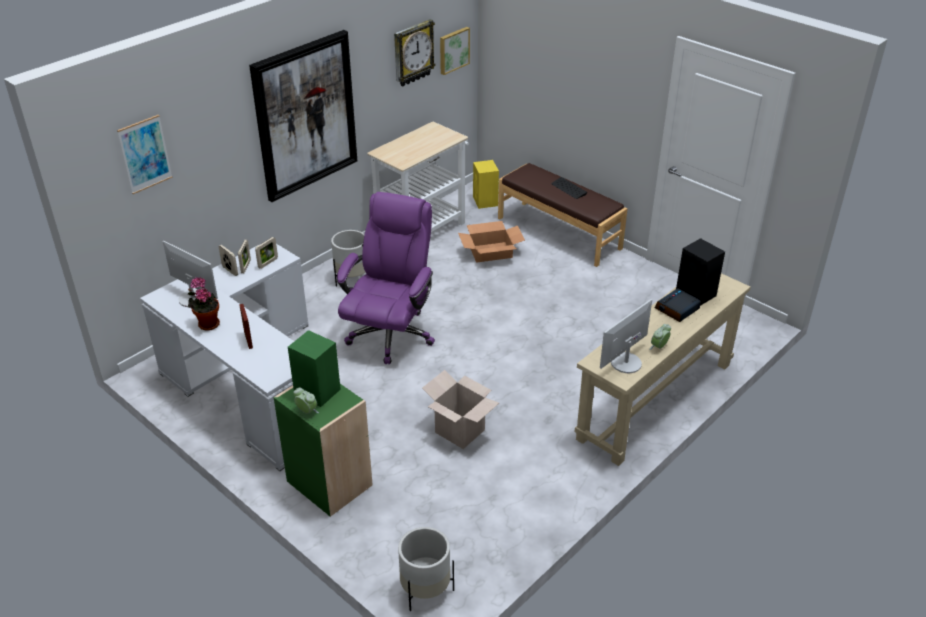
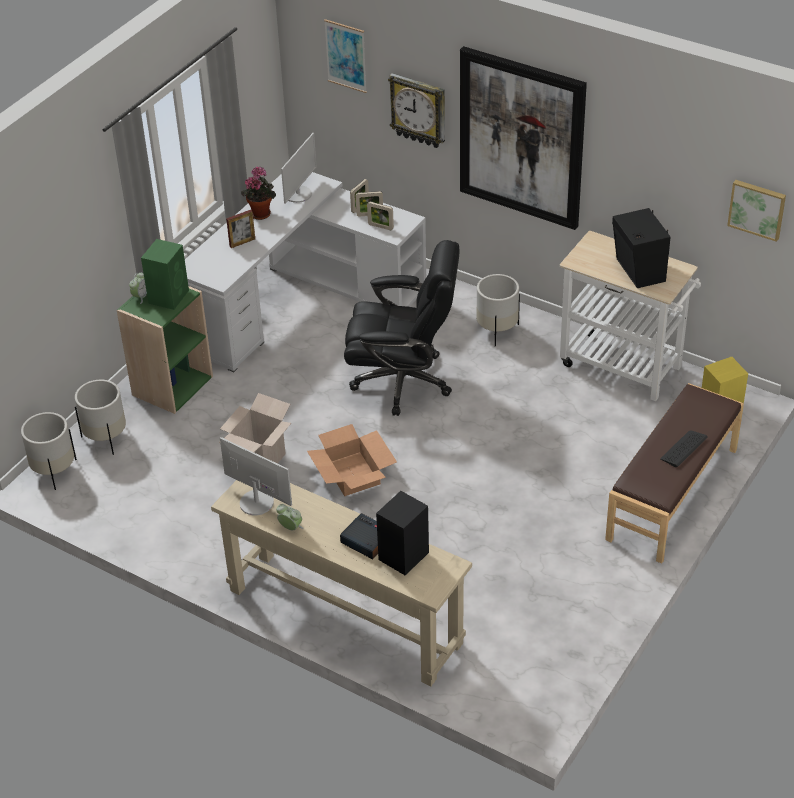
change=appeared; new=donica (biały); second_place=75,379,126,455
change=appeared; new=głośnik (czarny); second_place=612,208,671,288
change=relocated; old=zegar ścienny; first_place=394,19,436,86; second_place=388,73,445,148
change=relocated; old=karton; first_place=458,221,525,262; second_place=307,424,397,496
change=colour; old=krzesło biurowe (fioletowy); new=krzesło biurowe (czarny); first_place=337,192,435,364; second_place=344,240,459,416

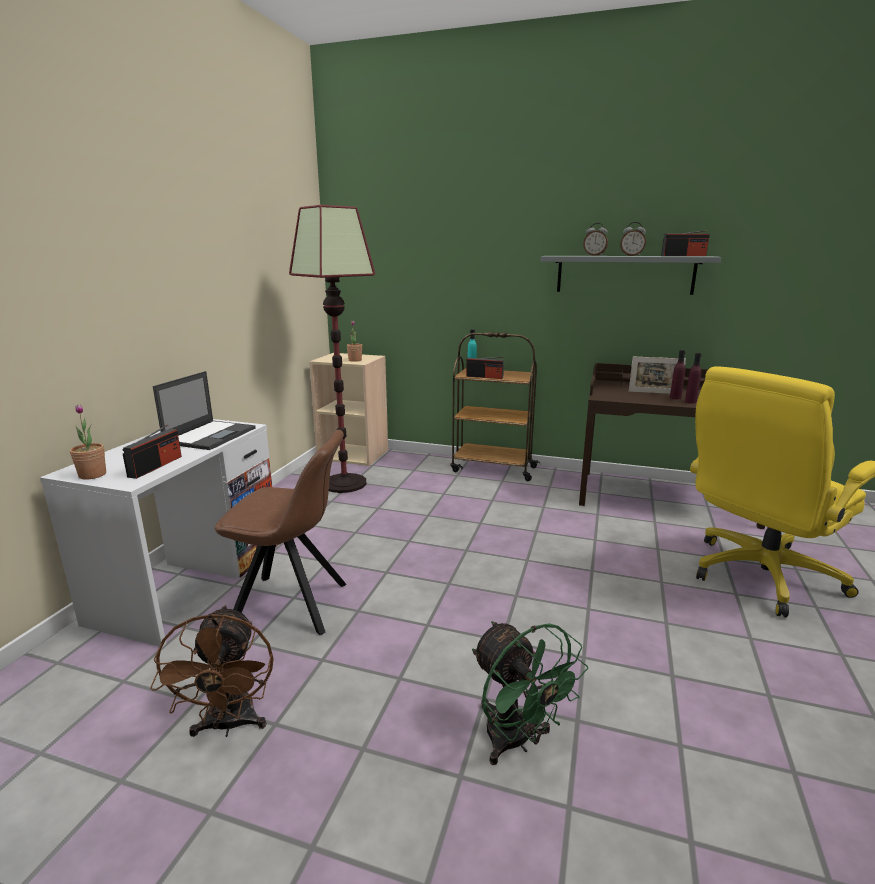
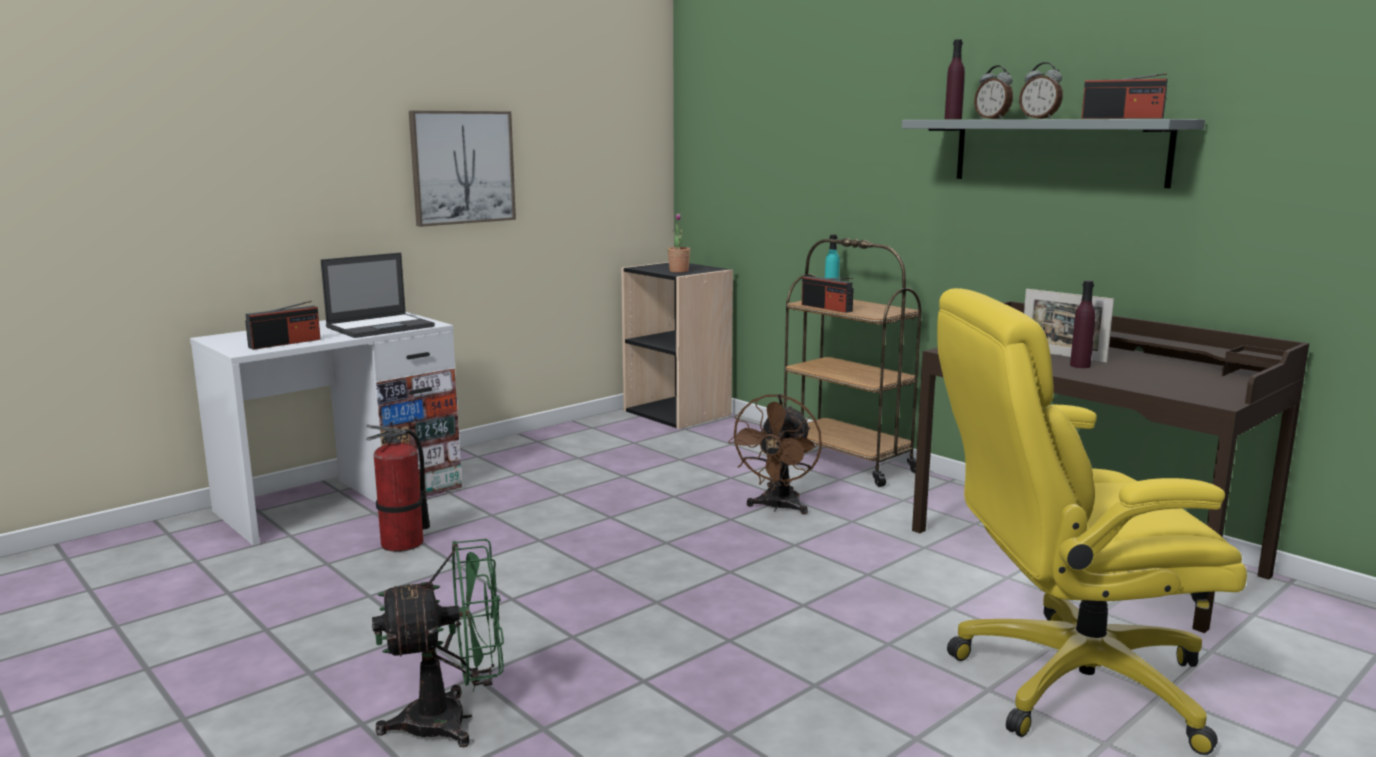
change=missing; old=roślina doniczkowa; first_place=70,404,106,480
change=missing; old=lampa stojąca; first_place=289,205,375,493
change=appeared; new=obraz; second_place=409,111,516,227
change=relocated; old=wentylator (brązowy); first_place=150,605,273,737; second_place=728,394,822,515
change=relocated; old=butelka (fioletowy); first_place=685,353,701,404; second_place=945,39,965,119
change=exchanged; old=krzesło (brązowy); new=gaśnica; first_place=214,430,346,635; second_place=366,425,430,552
change=colour; old=regał (beżowy); new=regał (czarny); first_place=309,353,388,466; second_place=621,262,733,429
change=spun; old=wentylator (zielony); first_place=472,621,588,765; second_place=372,539,504,747; degrees=-105

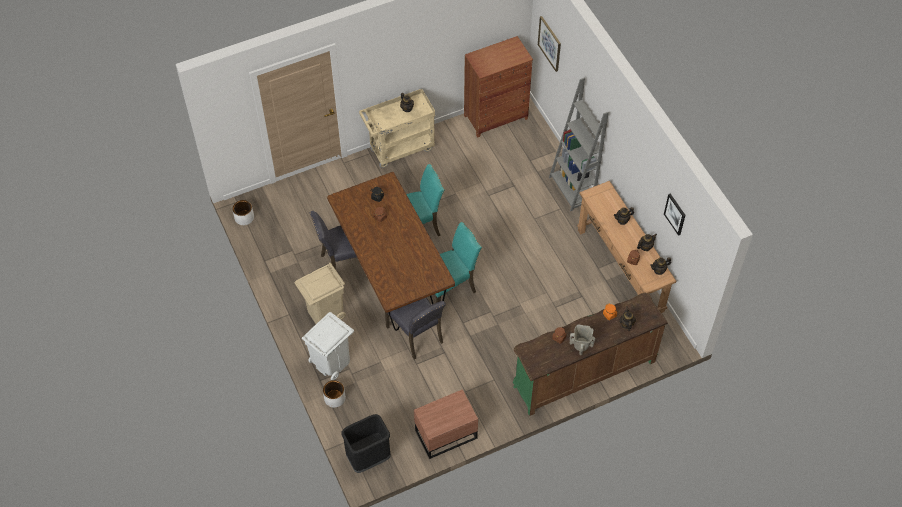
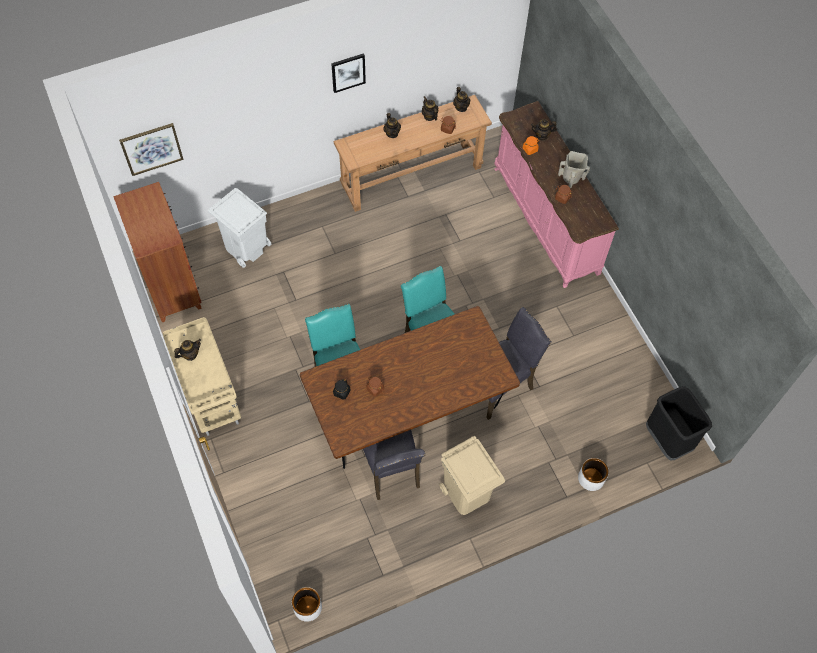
change=missing; old=szafka nocna (brązowy); first_place=414,389,478,459
change=missing; old=regał (szary); first_place=549,78,609,211
change=relocated; old=kosz na śmieci (biały); first_place=302,312,354,380; second_place=208,188,271,268
change=relocated; old=obraz; first_place=664,193,685,236; second_place=331,53,366,93
change=colour; old=szafka (zielony); new=szafka (różowy); first_place=513,293,668,416; second_place=494,101,619,288

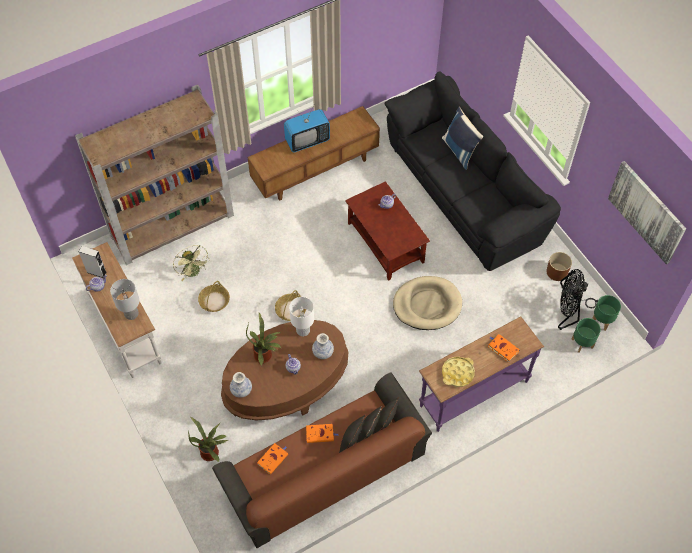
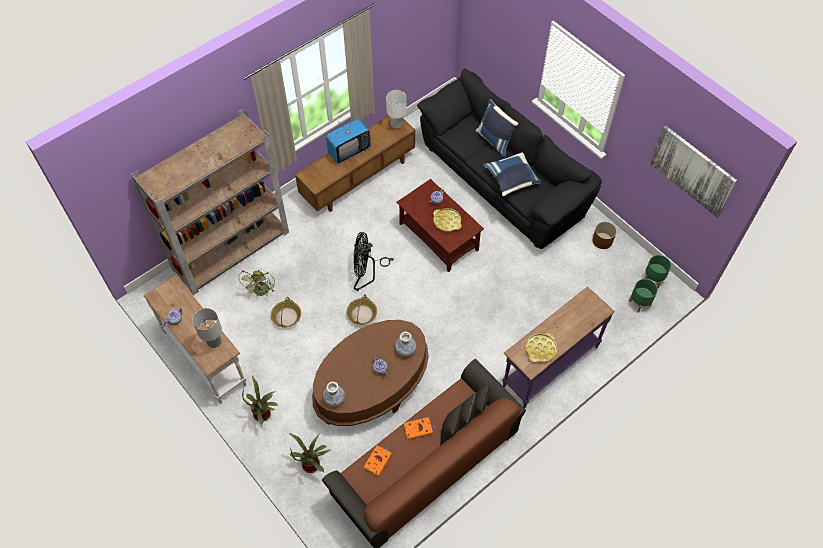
change=missing; old=głośnik (szary); first_place=79,246,107,278
change=missing; old=legowisko (beżowy); first_place=393,276,462,330
change=missing; old=książka (pomarańczowy); first_place=488,334,520,363
change=appeared; new=taca (żółty); second_place=433,208,462,232
change=appeared; new=poduszka (niebieski); second_place=484,153,542,196
change=relocated; old=roślina doniczkowa; first_place=246,313,281,366; second_place=242,376,278,426
change=relocated; old=lampa stołowa (biały); first_place=289,297,314,336; second_place=386,90,406,129
change=relocated; old=wentylator (czarny); first_place=558,269,598,330; second_place=354,232,393,291
change=spun; old=wentylator (zielony); first_place=173,245,210,281; second_place=238,268,275,297; degrees=45

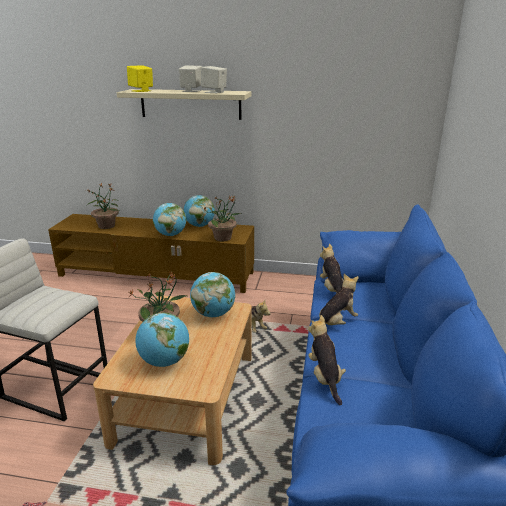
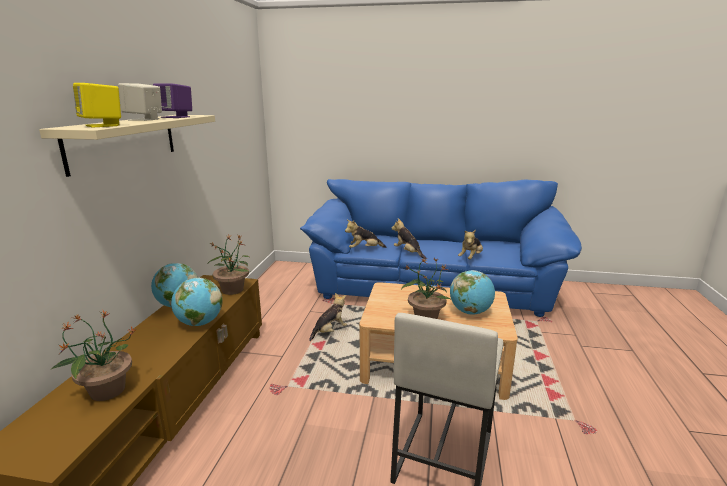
change=missing; old=globus; first_place=190,272,235,317
change=colour; old=głośnik (beżowy); new=głośnik (fioletowy); first_place=201,66,227,93; second_place=153,83,192,118
change=spun; old=pluszak; first_place=308,315,346,405; second_place=458,230,483,260; degrees=-45

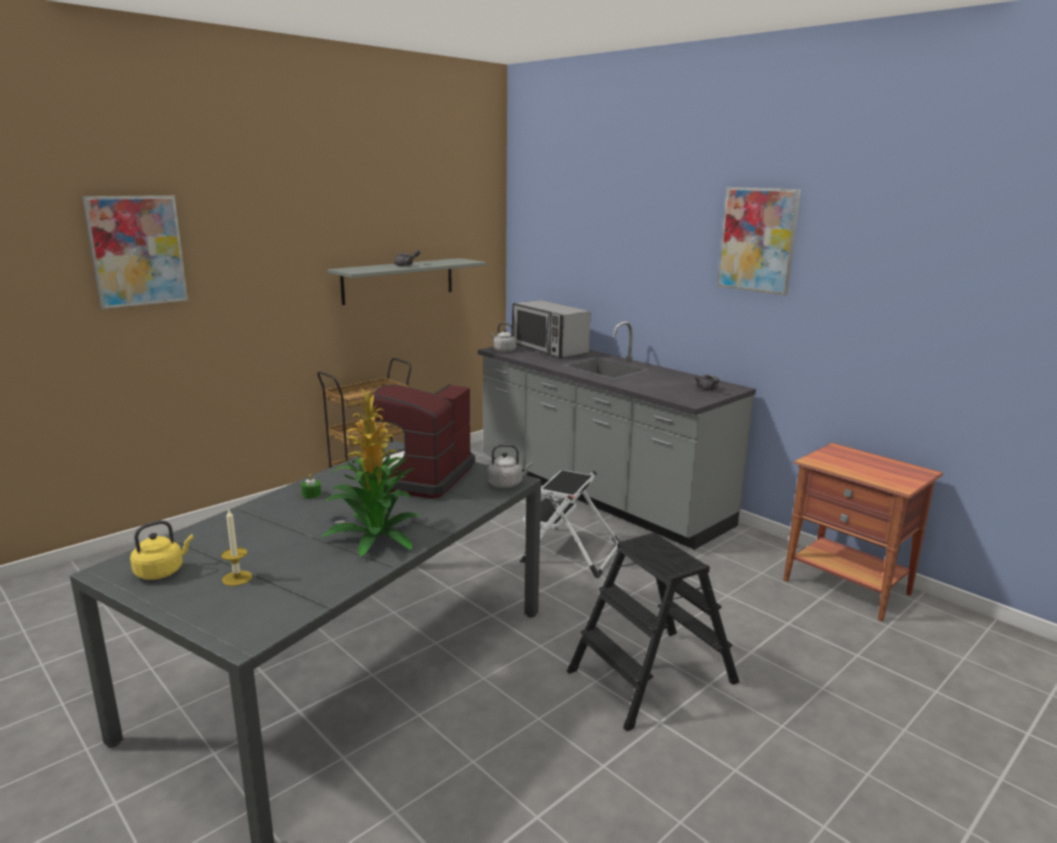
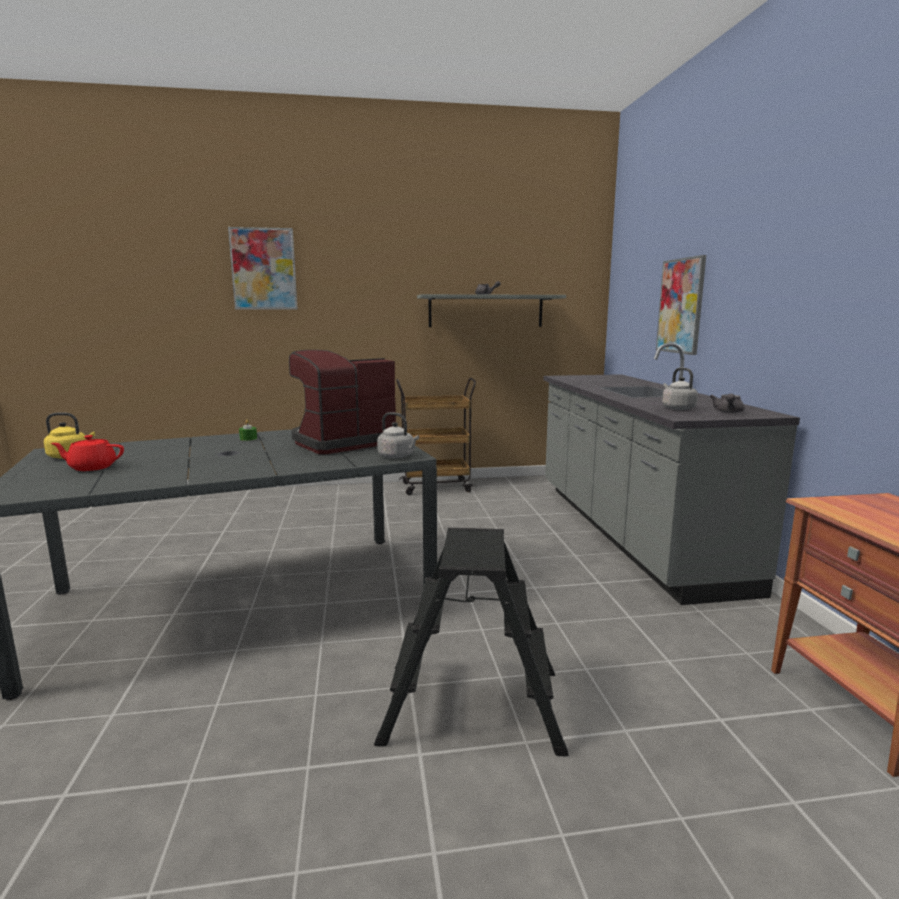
change=missing; old=roślina doniczkowa; first_place=321,387,421,557
change=missing; old=mikrofalówka; first_place=512,300,591,358
change=missing; old=drabinka; first_place=520,470,620,578
change=relocated; old=czajnik (szary); first_place=491,323,516,352; second_place=662,368,698,410
change=relocated; old=obraz; first_place=717,187,801,296; second_place=656,255,706,355
change=exchanged; old=świeca; new=imbryk (czerwony); first_place=221,510,253,586; second_place=51,435,124,471

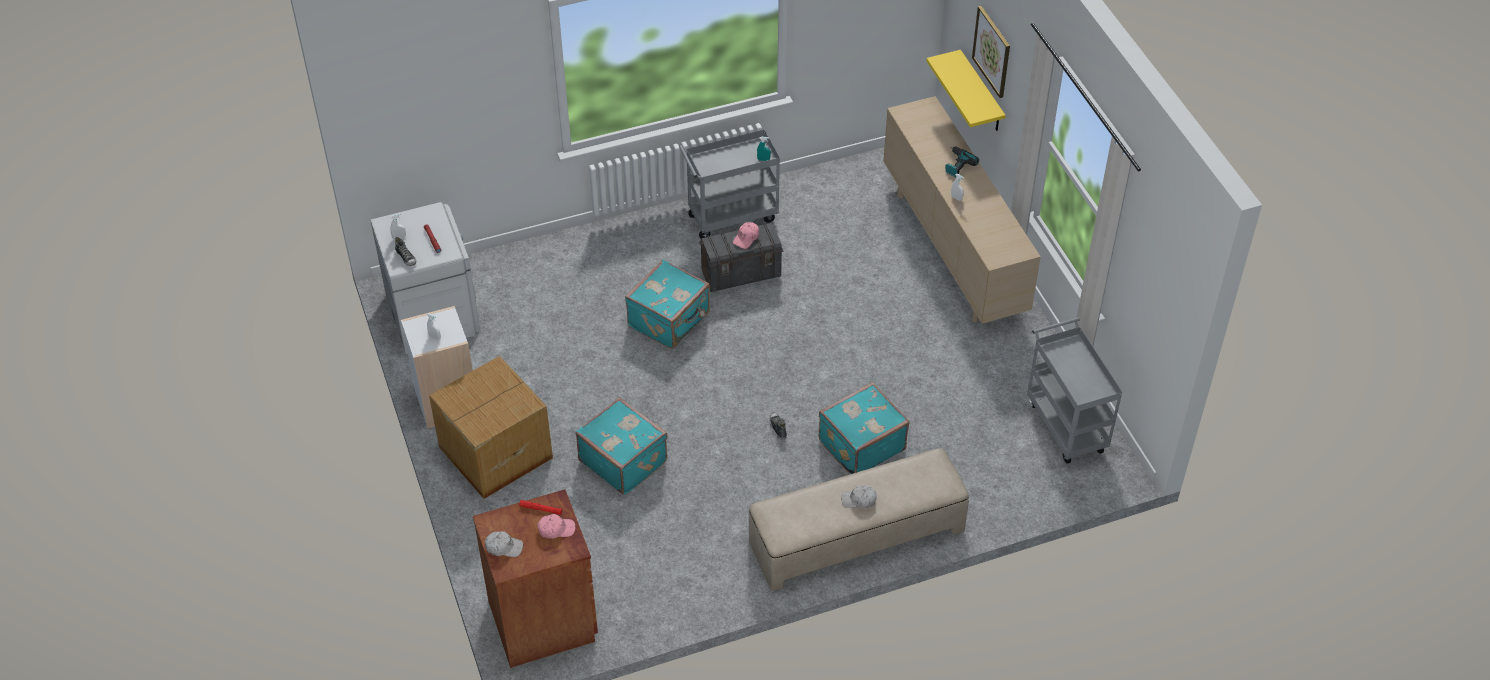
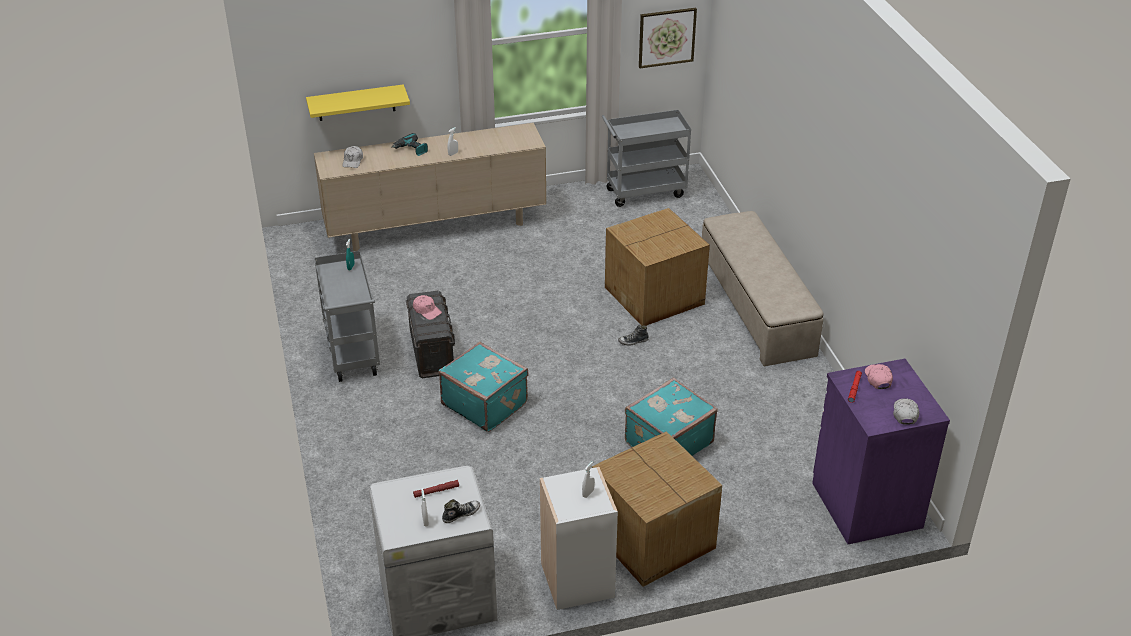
change=relocated; old=czapka z daszkiem (biały); first_place=841,485,877,508; second_place=342,146,363,168
change=relocated; old=obraz; first_place=972,6,1010,98; second_place=639,8,697,68
change=exchanged; old=walizka (turkusowy); new=karton; first_place=819,382,910,474; second_place=605,208,710,326
change=colour; old=komoda (brązowy); new=komoda (fioletowy); first_place=473,489,598,668; second_place=812,359,950,544

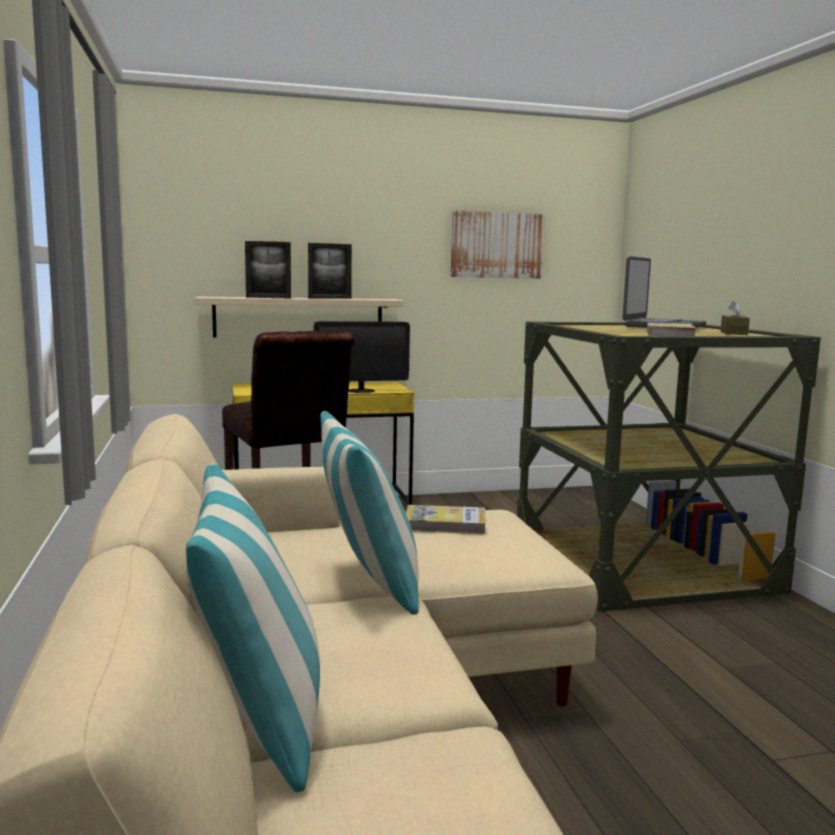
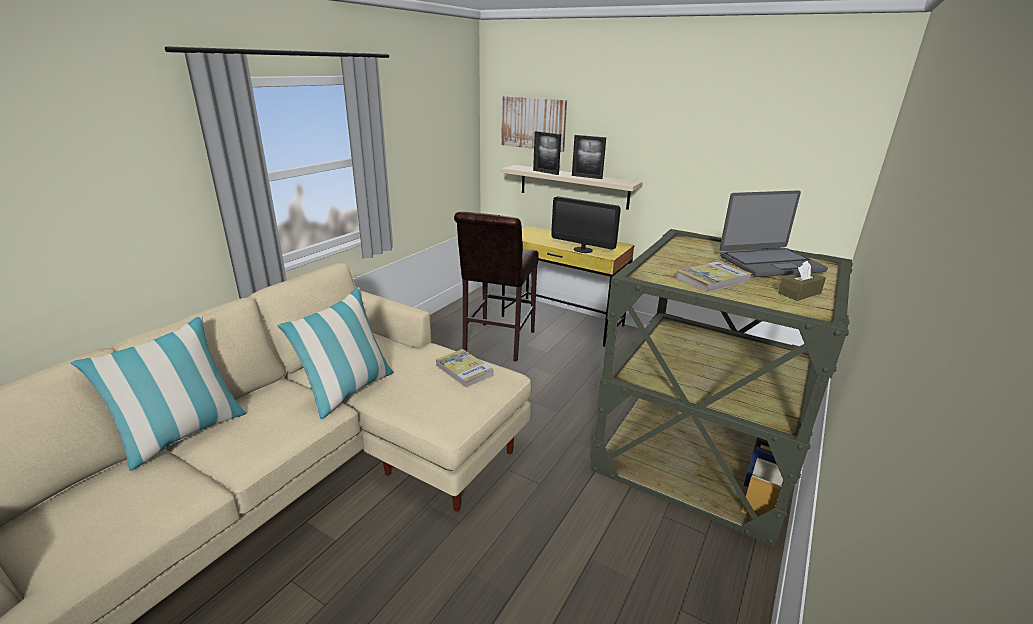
change=relocated; old=obraz; first_place=451,211,545,279; second_place=501,96,567,152

